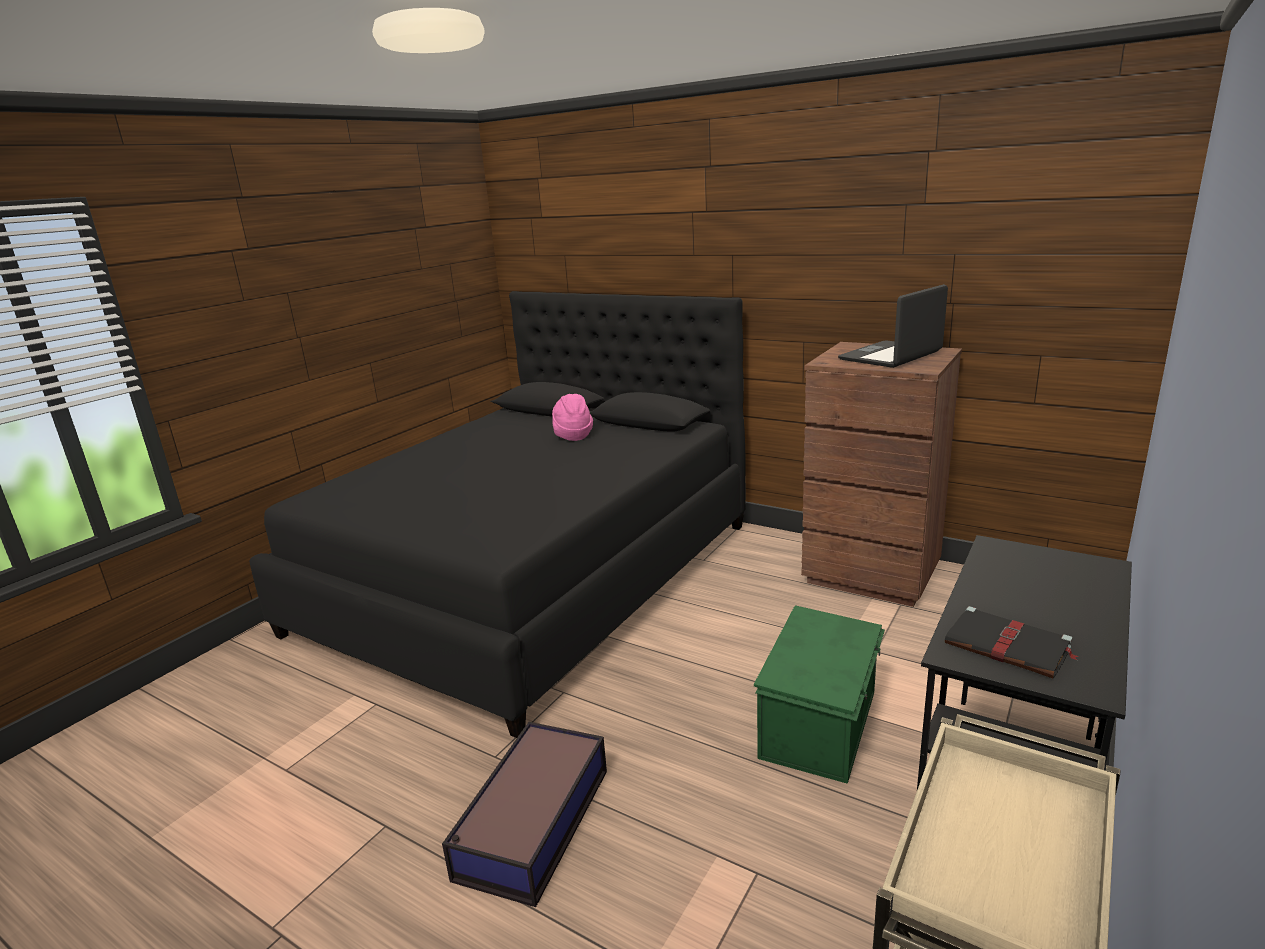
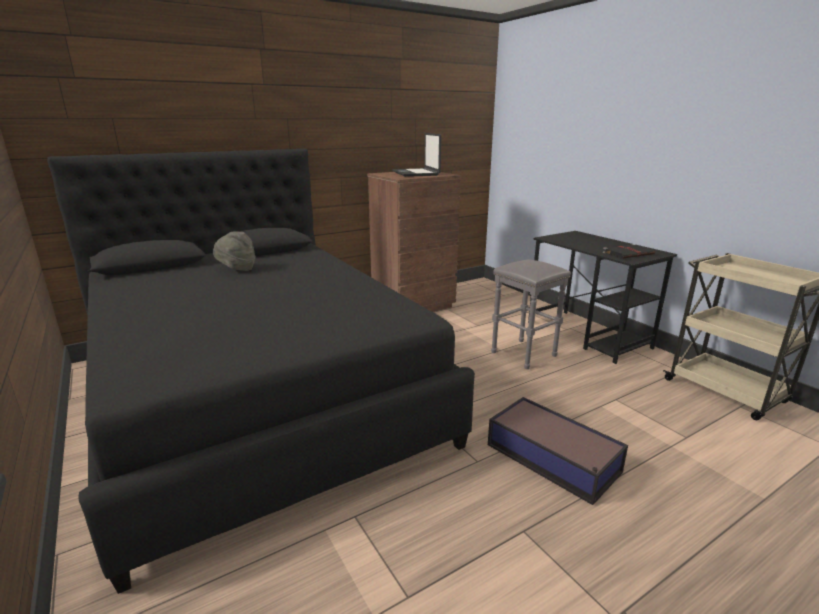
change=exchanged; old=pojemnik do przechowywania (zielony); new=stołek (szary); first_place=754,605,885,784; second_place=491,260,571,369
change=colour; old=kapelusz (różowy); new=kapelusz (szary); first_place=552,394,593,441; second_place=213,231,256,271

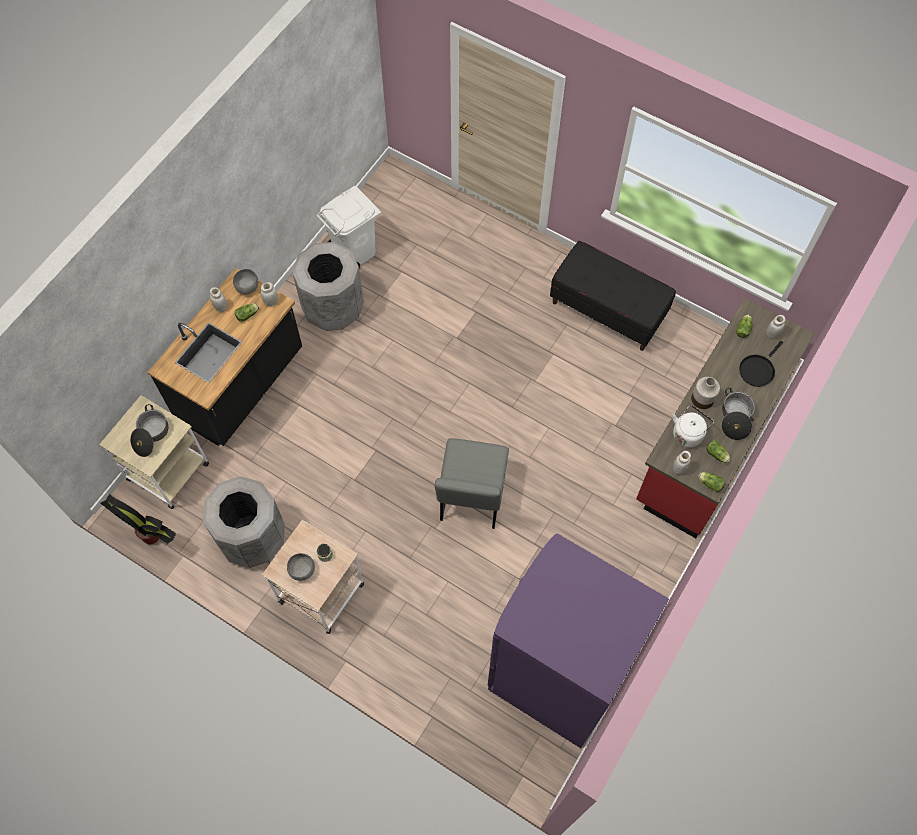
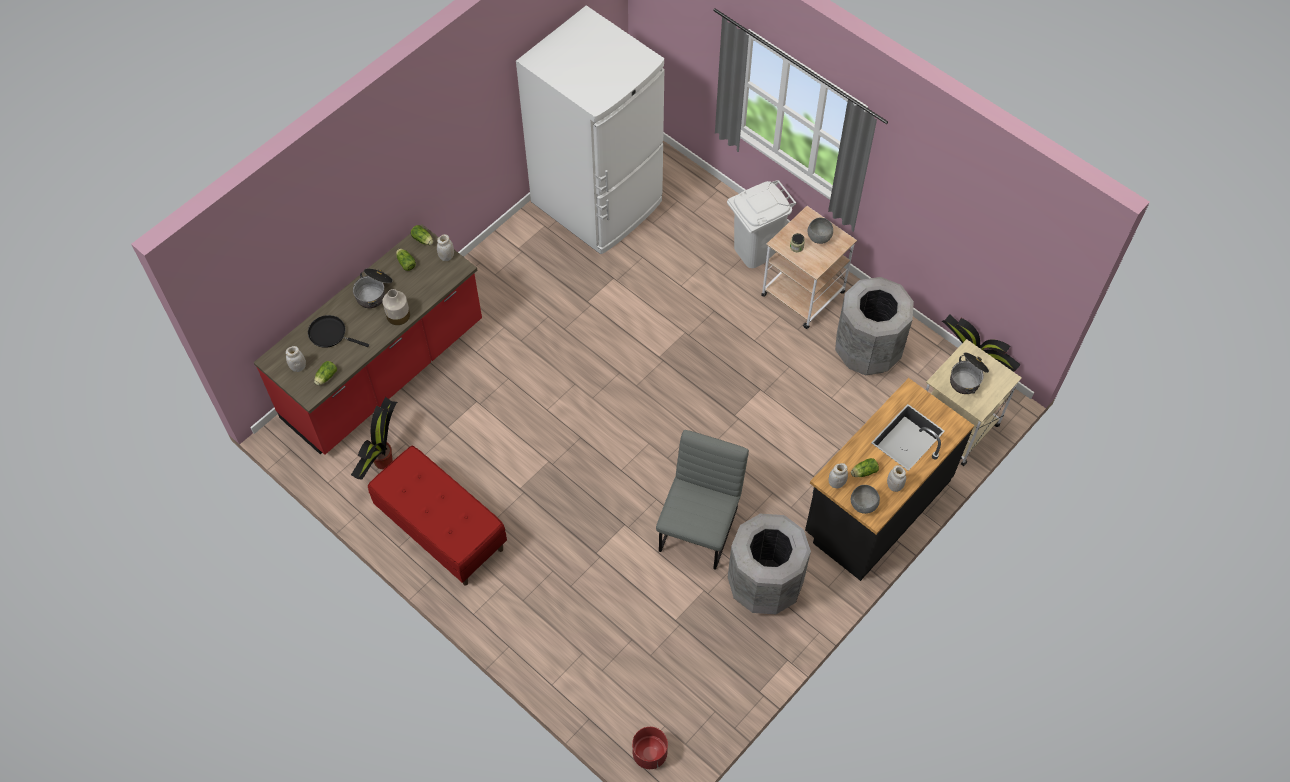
change=missing; old=czajnik (biały); first_place=672,405,714,447
change=appeared; new=roślina doniczkowa; second_place=351,397,397,479
change=appeared; new=donica (czerwony); second_place=632,727,668,769
change=relocated; old=kosz na śmieci (biały); first_place=317,186,381,268; second_place=727,180,796,268
change=relocated; old=krzesło (szary); first_place=435,438,509,529; second_place=656,430,749,570
change=colour; old=lodówka (fioletowy); new=lodówka (biały); first_place=488,533,669,748; second_place=516,5,664,254
change=colour; old=ławka (czarny); new=ławka (czerwony); first_place=550,241,676,351; second_place=368,445,507,586
change=spun; old=patelnia (czarny); first_place=739,341,783,387; second_place=308,315,369,348; degrees=-120

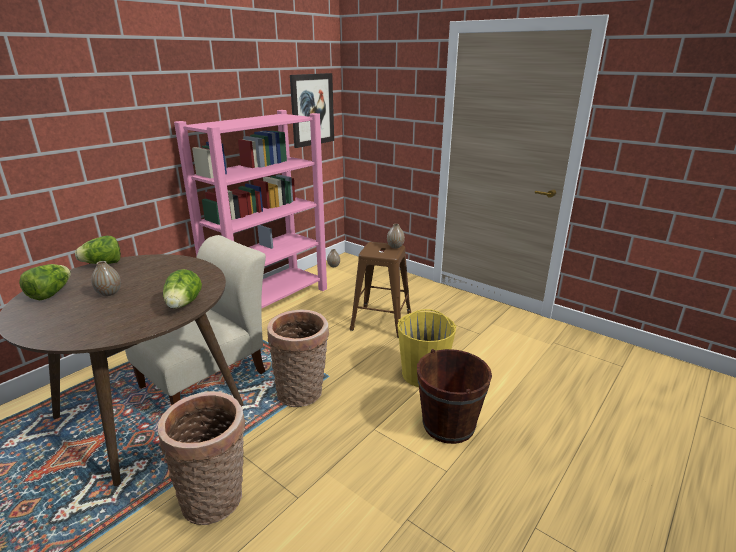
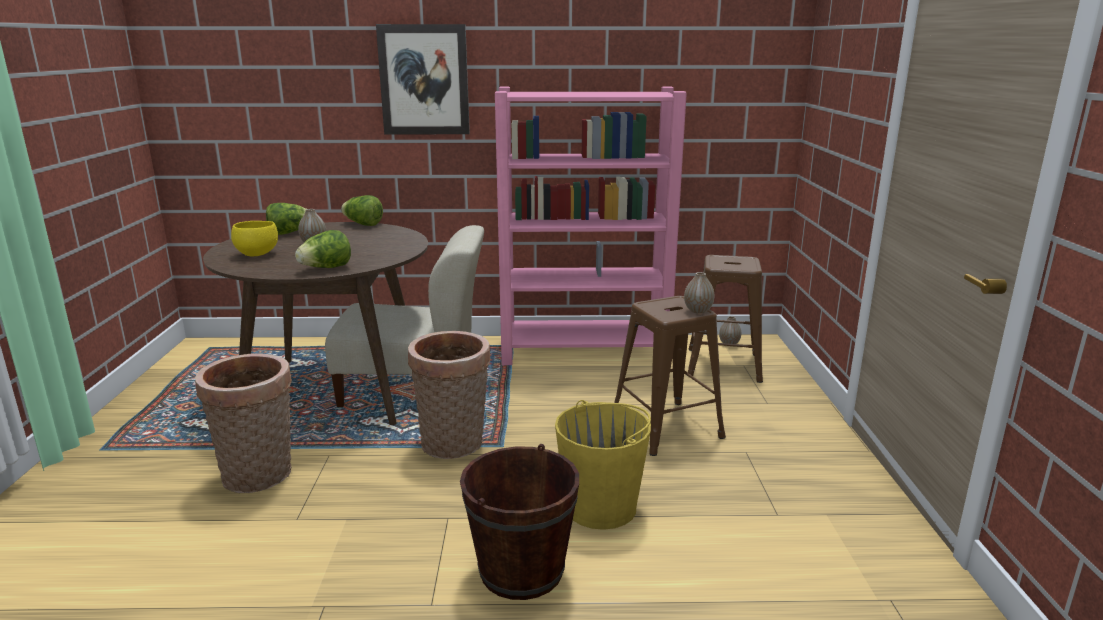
change=appeared; new=miska (żółty); second_place=231,221,278,256
change=appeared; new=stołek (brązowy); second_place=688,255,763,383
change=relocated; old=obraz; first_place=290,73,334,148; second_place=376,24,470,134

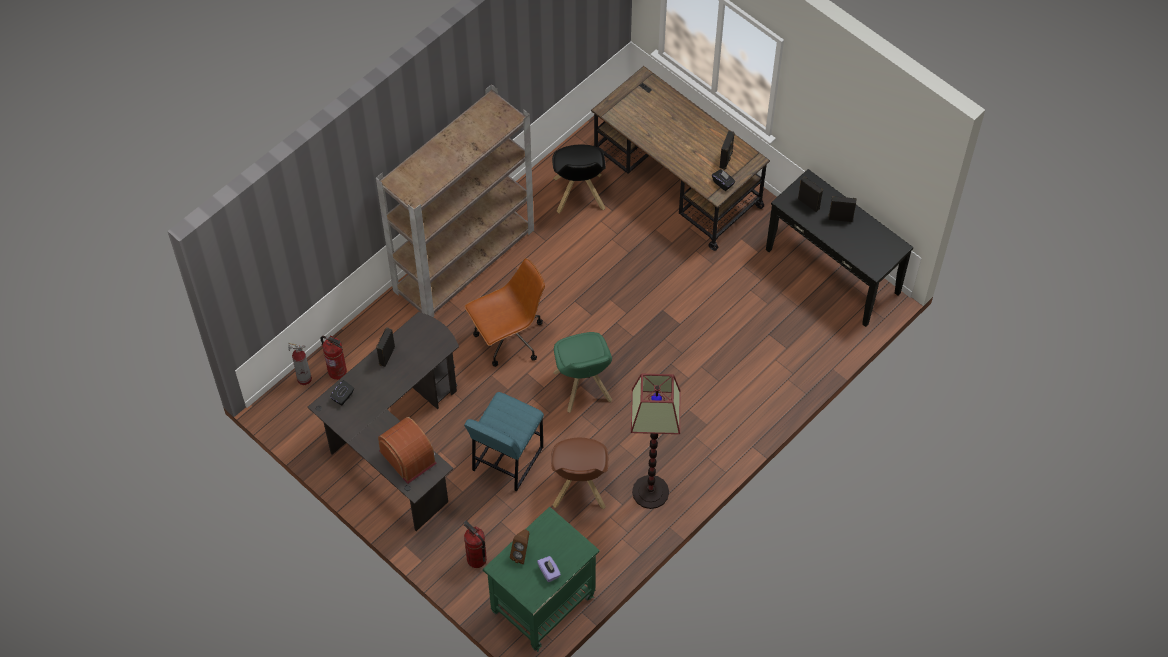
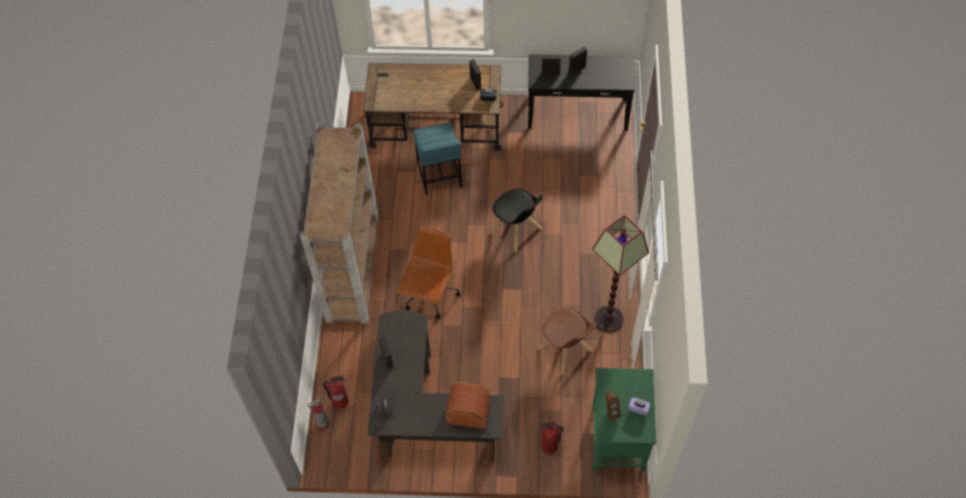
change=missing; old=krzesło (zielony); first_place=553,332,612,413
change=relocated; old=stołek (niebieski); first_place=464,392,544,492; second_place=413,123,463,195
change=relocated; old=krzesło (czarny); first_place=552,145,606,214; second_place=490,188,543,253

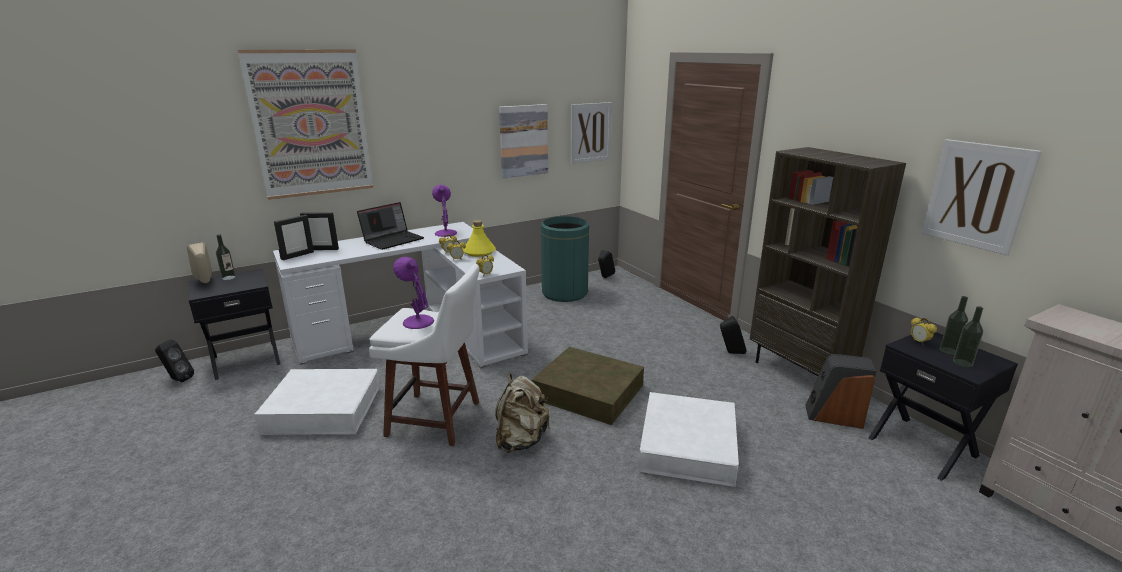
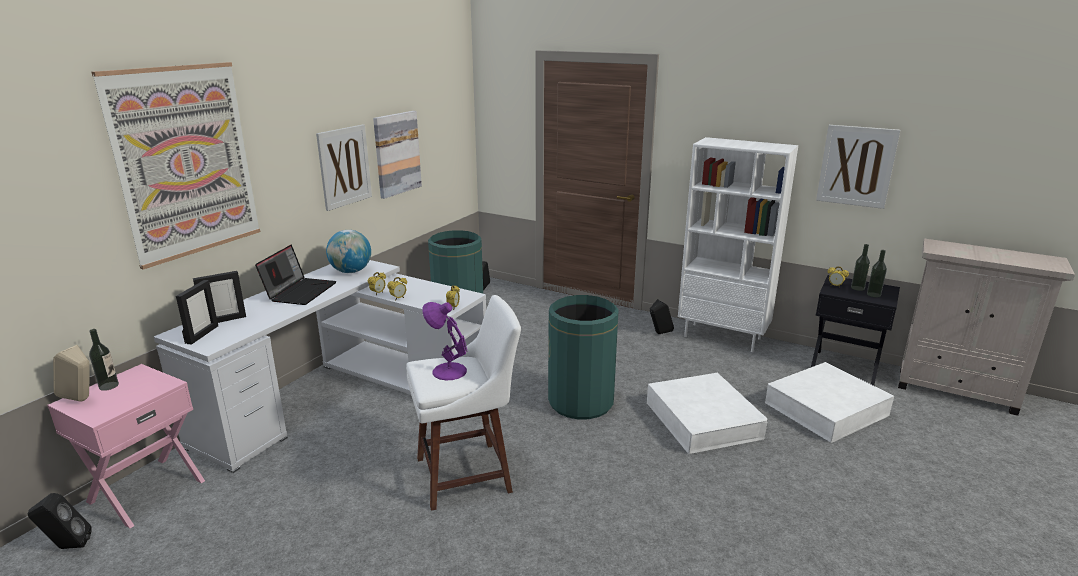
change=missing; old=butelka (żółty); first_place=463,220,496,257
change=missing; old=plecak (beżowy); first_place=495,373,550,453
change=missing; old=głośnik; first_place=805,354,876,429
change=relocated; old=pojemnik do przechowywania (biały); first_place=254,369,380,435; second_place=765,362,894,443
change=relocated; old=obraz; first_place=571,102,612,164; second_place=316,125,372,211
change=exchanged; old=lampa stołowa (fioletowy); new=globus; first_place=432,185,457,237; second_place=326,230,371,273
change=exchanged; old=pojemnik do przechowywania (brązowy); new=kosz na śmieci (zielony); first_place=531,347,644,425; second_place=548,295,619,419
change=colour; old=szafka nocna (czarny); new=szafka nocna (różowy); first_place=188,269,281,380; second_place=47,364,205,528
change=colour; old=regał (brązowy); new=regał (biały); first_place=750,147,906,376; second_place=678,137,798,352

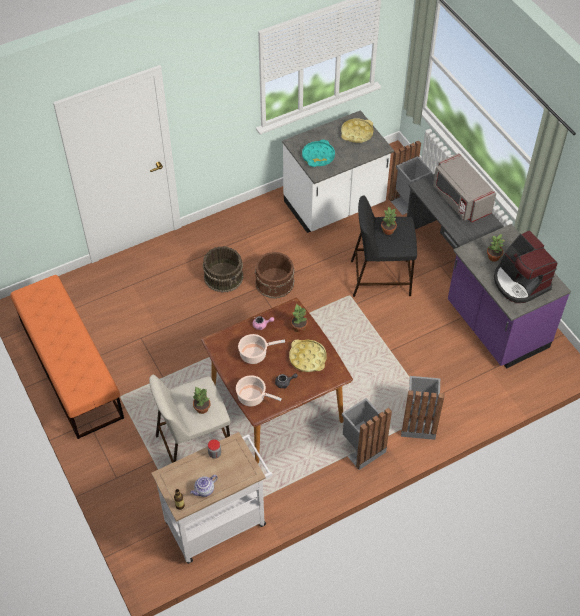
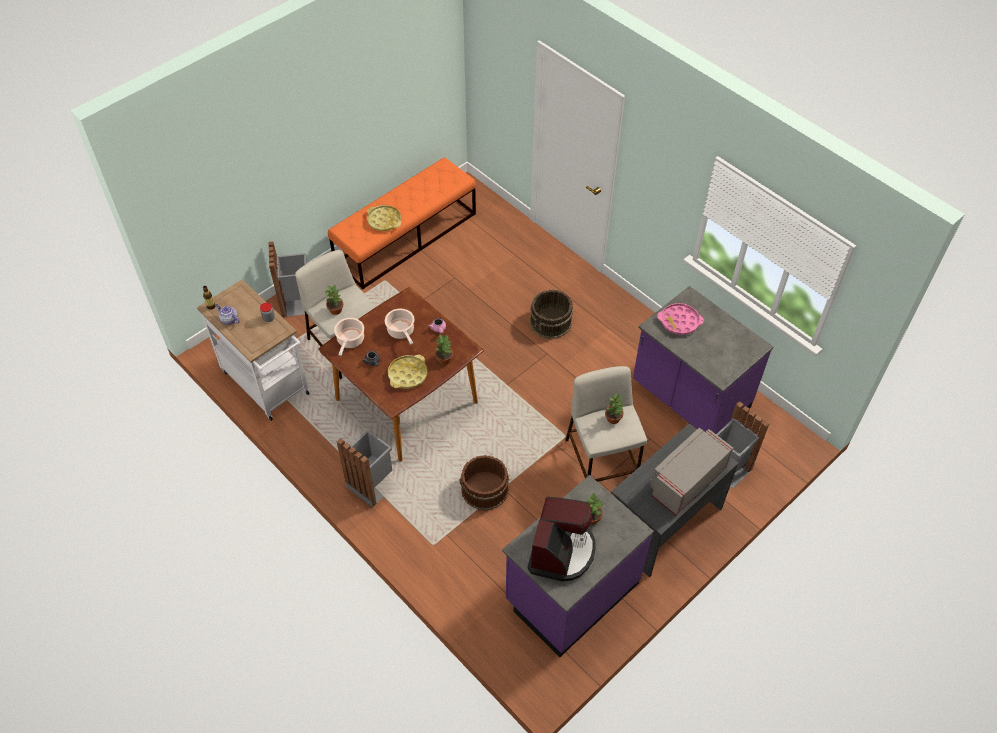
change=relocated; old=wiadro (brązowy); first_place=255,252,295,299; second_place=459,455,509,511
change=relocated; old=taca (żółty); first_place=341,119,374,143; second_place=367,205,401,231
change=relocated; old=kosz na śmieci (szary); first_place=401,376,444,440; second_place=268,241,307,317
change=colour; old=zabudowa kuchenna (biały); new=zabudowa kuchenna (fioletowy); first_place=282,110,394,233; second_place=633,286,773,434
change=colour; old=taca (turkusowy); new=taca (różowy); first_place=302,140,335,167; second_place=657,303,704,335
change=colour; old=stołek (czarny); new=stołek (beżowy); first_place=351,195,417,297; second_place=565,366,647,482
change=spun; old=ekspres do kawy; first_place=494,231,557,303; second_place=528,497,596,581; degrees=150

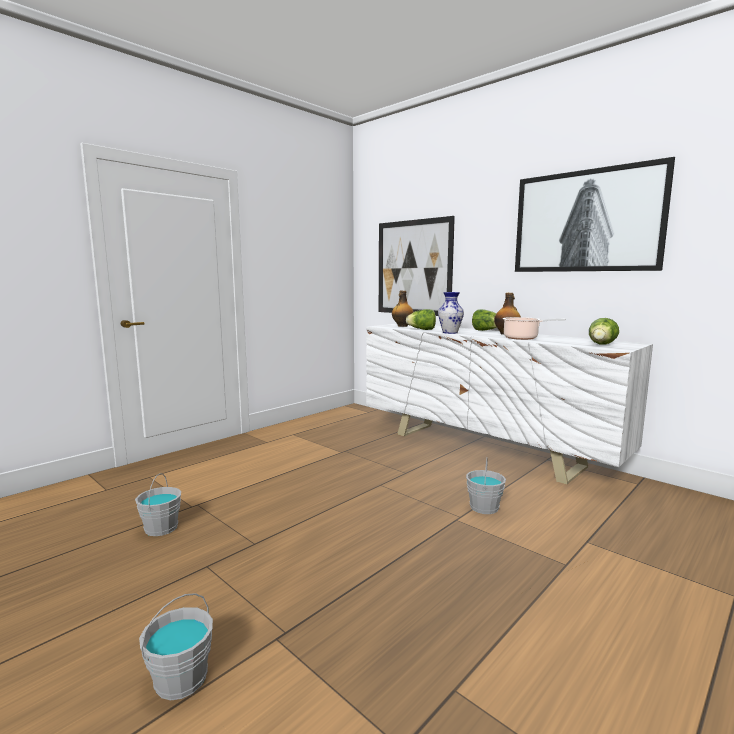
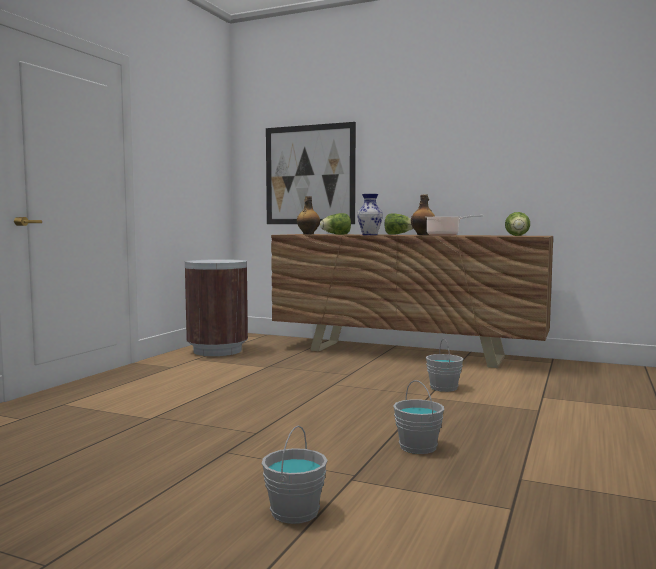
change=missing; old=obraz; first_place=515,157,675,272
change=appeared; new=kosz na śmieci (brązowy); second_place=185,259,248,356
change=relocated; old=wiadro (szary); first_place=135,473,181,536; second_place=393,380,444,454
change=colour; old=szafka (biały); new=szafka (brązowy); first_place=366,324,653,485; second_place=271,234,553,368

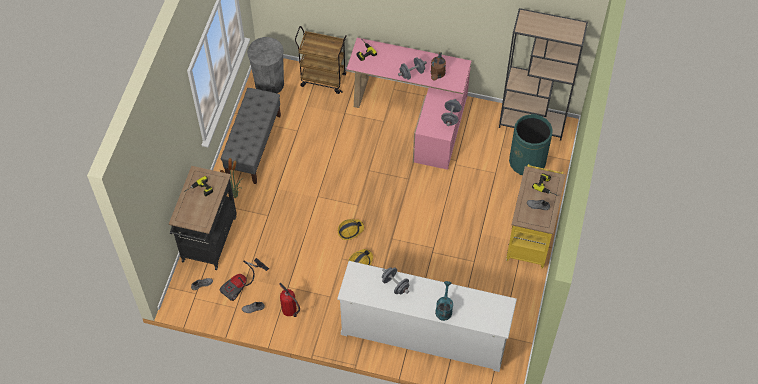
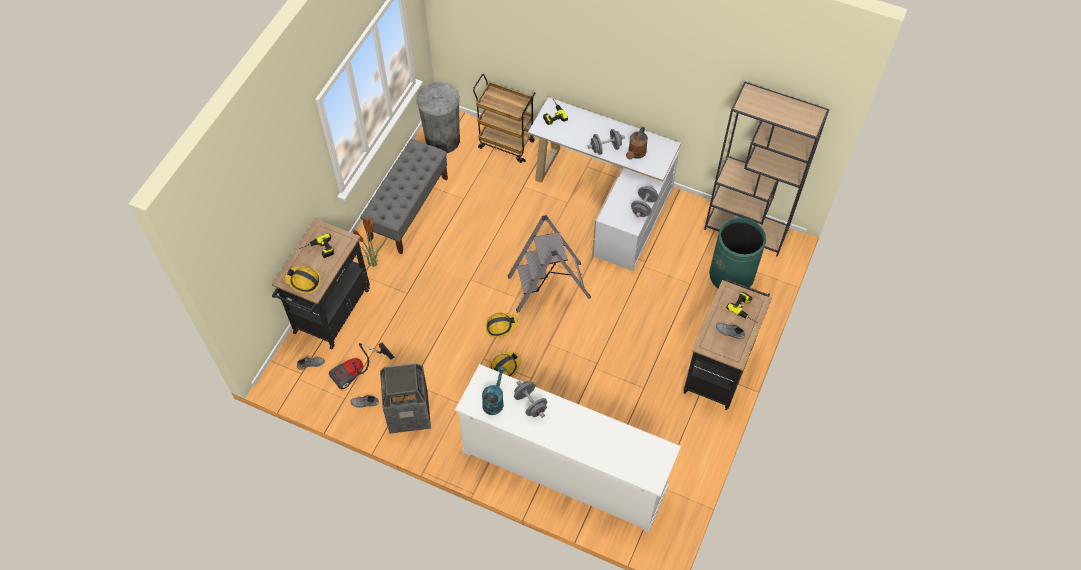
change=appeared; new=kask; second_place=285,266,321,294
change=appeared; new=drabinka (szary); second_place=508,215,591,313
change=relocated; old=konewka (turkusowy); first_place=435,281,453,321; second_place=482,366,506,415
change=exchanged; old=gaśnica; new=kosz na śmieci; first_place=279,283,300,317; second_place=380,363,431,434
change=colour; old=biurko (różowy); new=biurko (biały); first_place=346,38,472,170; second_place=528,97,681,271
change=colour; old=wózek (żółty); new=wózek (czarny); first_place=506,164,565,269; second_place=683,278,772,410

